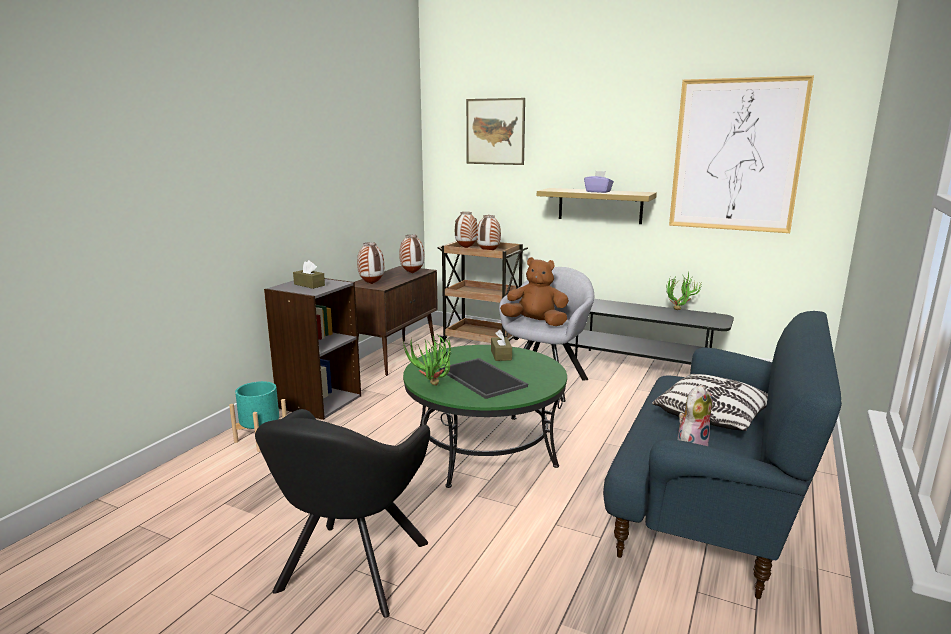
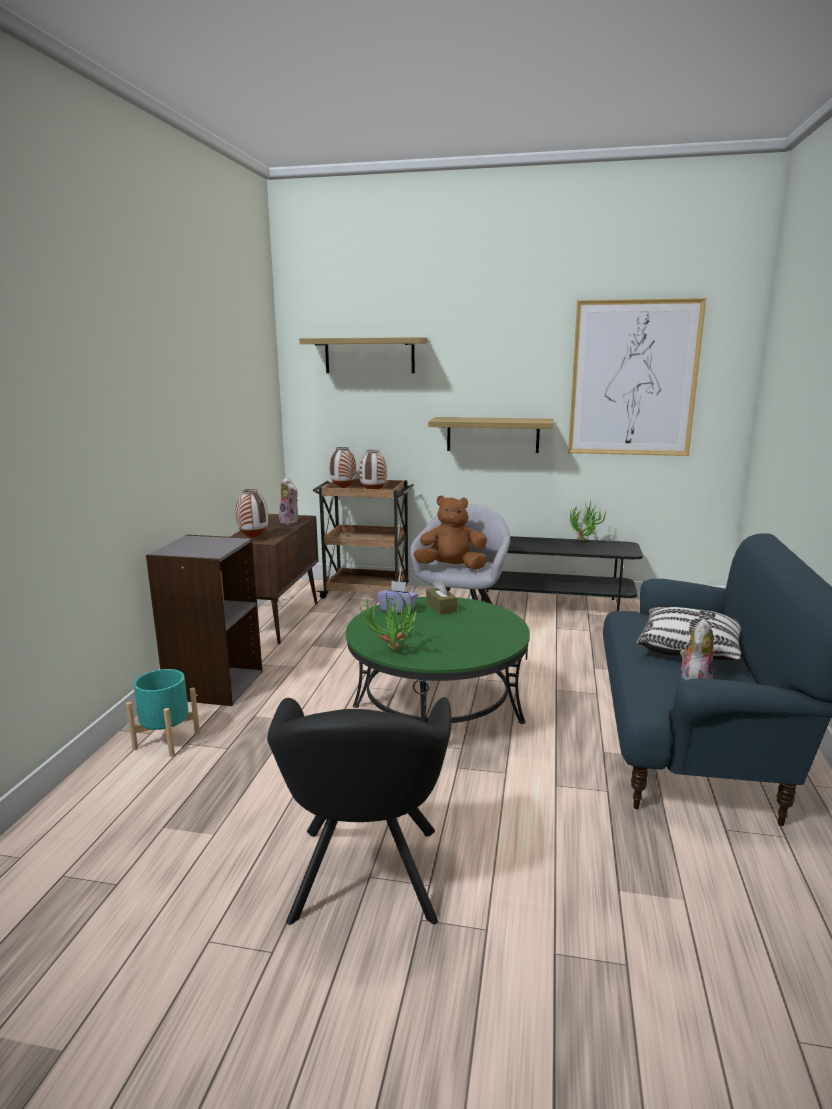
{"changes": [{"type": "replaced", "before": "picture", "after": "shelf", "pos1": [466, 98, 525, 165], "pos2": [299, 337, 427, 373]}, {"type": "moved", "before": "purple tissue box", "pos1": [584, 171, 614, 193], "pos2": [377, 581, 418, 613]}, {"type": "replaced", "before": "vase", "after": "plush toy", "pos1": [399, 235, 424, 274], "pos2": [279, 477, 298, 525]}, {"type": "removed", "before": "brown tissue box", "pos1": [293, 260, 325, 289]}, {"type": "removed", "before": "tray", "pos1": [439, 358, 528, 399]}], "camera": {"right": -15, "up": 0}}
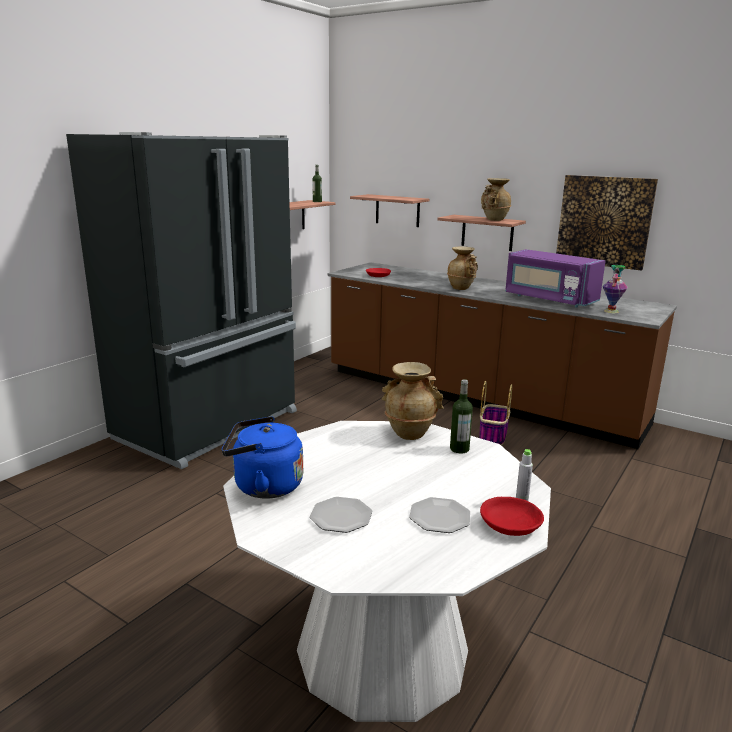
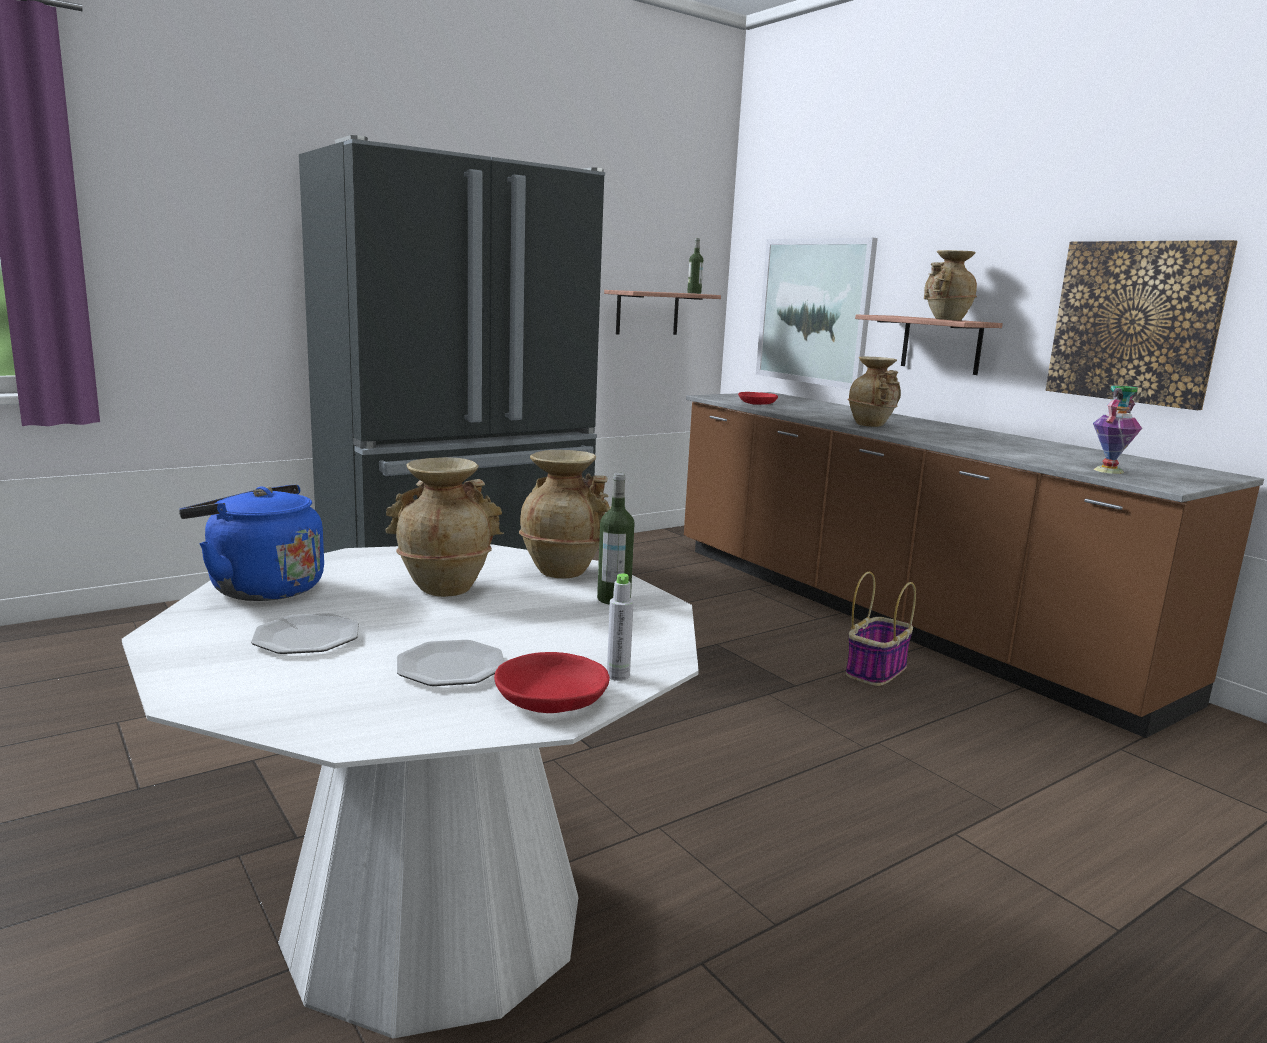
{"changes": [{"type": "replaced", "before": "shelf", "after": "picture", "pos1": [350, 194, 430, 227], "pos2": [756, 237, 878, 389]}, {"type": "removed", "before": "purple microwave", "pos1": [505, 249, 605, 307]}, {"type": "added", "after": "beige vase", "pos2": [385, 457, 504, 597]}], "camera": {"right": 20, "up": -5}}
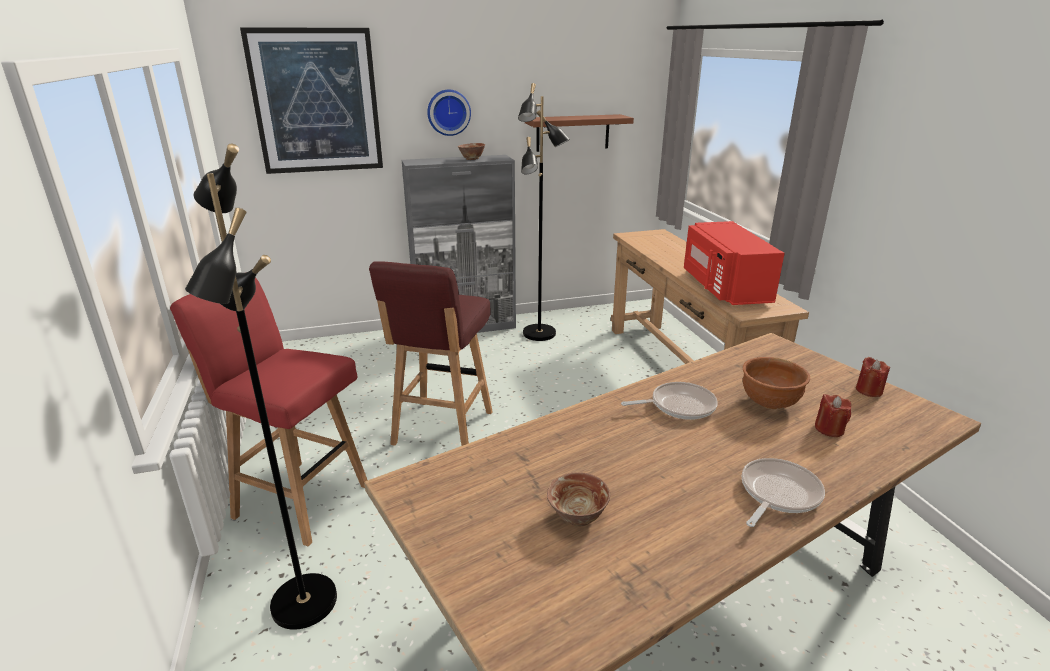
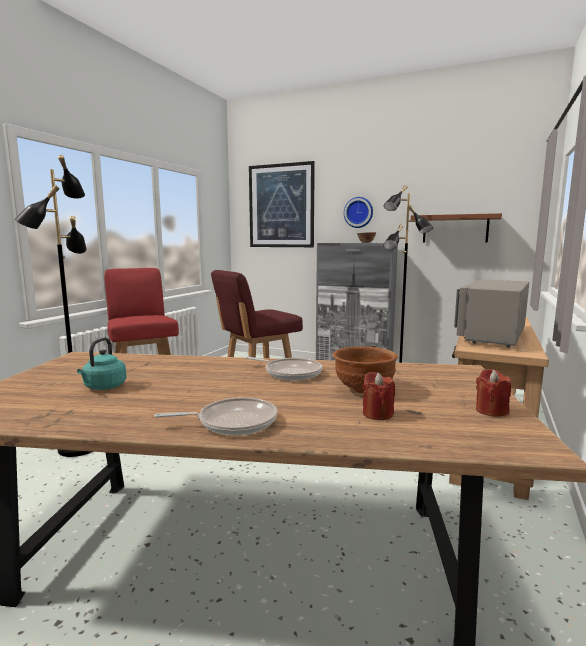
{"changes": [{"type": "recoloured", "before": "red microwave", "after": "grey microwave", "pos1": [684, 221, 785, 305], "pos2": [454, 280, 529, 347]}, {"type": "replaced", "before": "bowl", "after": "turquoise kettle", "pos1": [547, 472, 610, 526], "pos2": [77, 337, 126, 390]}], "camera": {"right": 40, "up": -15}}
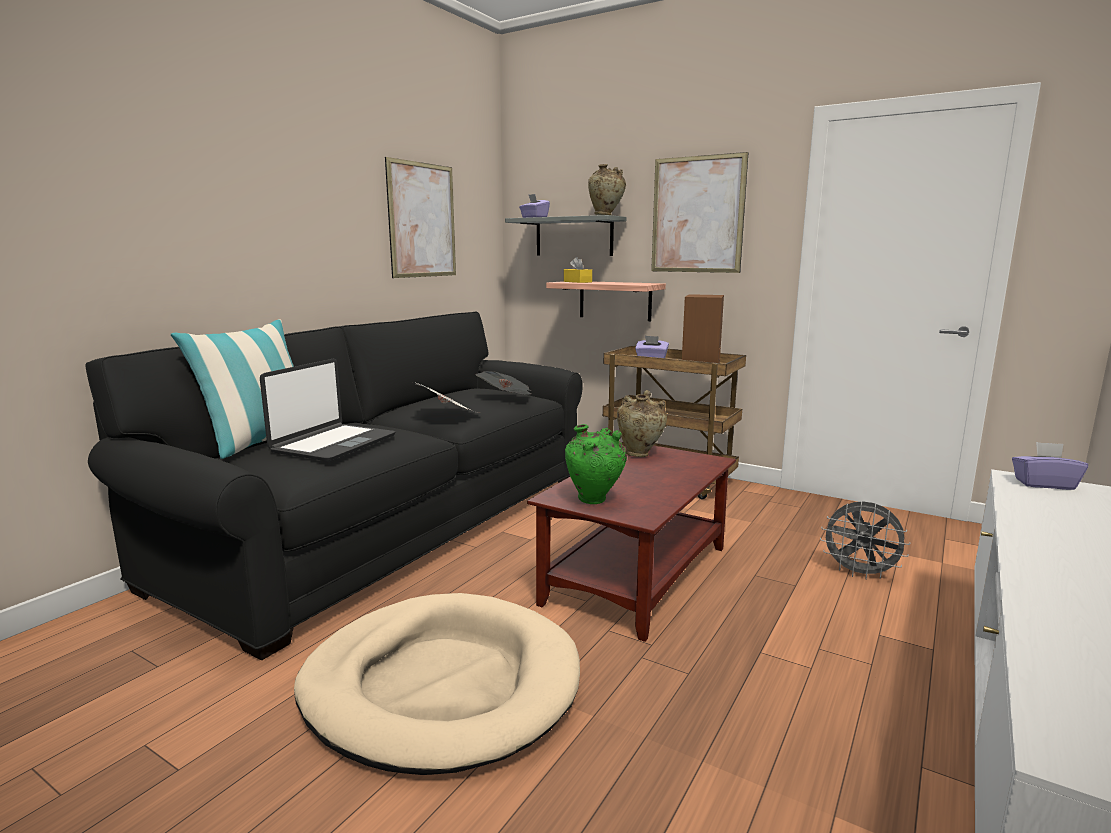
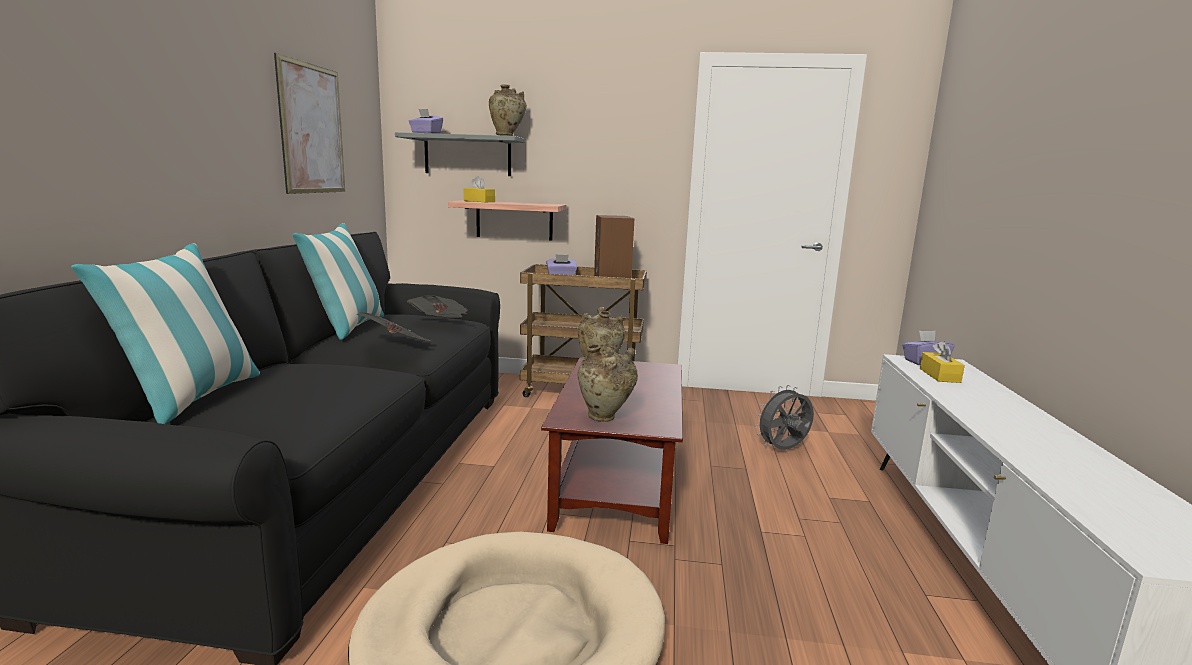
{"changes": [{"type": "removed", "before": "picture", "pos1": [651, 152, 748, 273]}, {"type": "removed", "before": "laptop", "pos1": [260, 358, 395, 462]}, {"type": "recoloured", "before": "green vase", "after": "beige vase", "pos1": [565, 424, 627, 504], "pos2": [577, 344, 638, 422]}, {"type": "turned", "before": "grey fan", "pos1": [820, 501, 910, 580], "pos2": [754, 385, 814, 450], "turn": 150}, {"type": "added", "after": "pillow", "pos2": [293, 223, 384, 340]}, {"type": "added", "after": "yellow tissue box", "pos2": [920, 341, 965, 383]}], "camera": {"right": -25, "up": 0}}
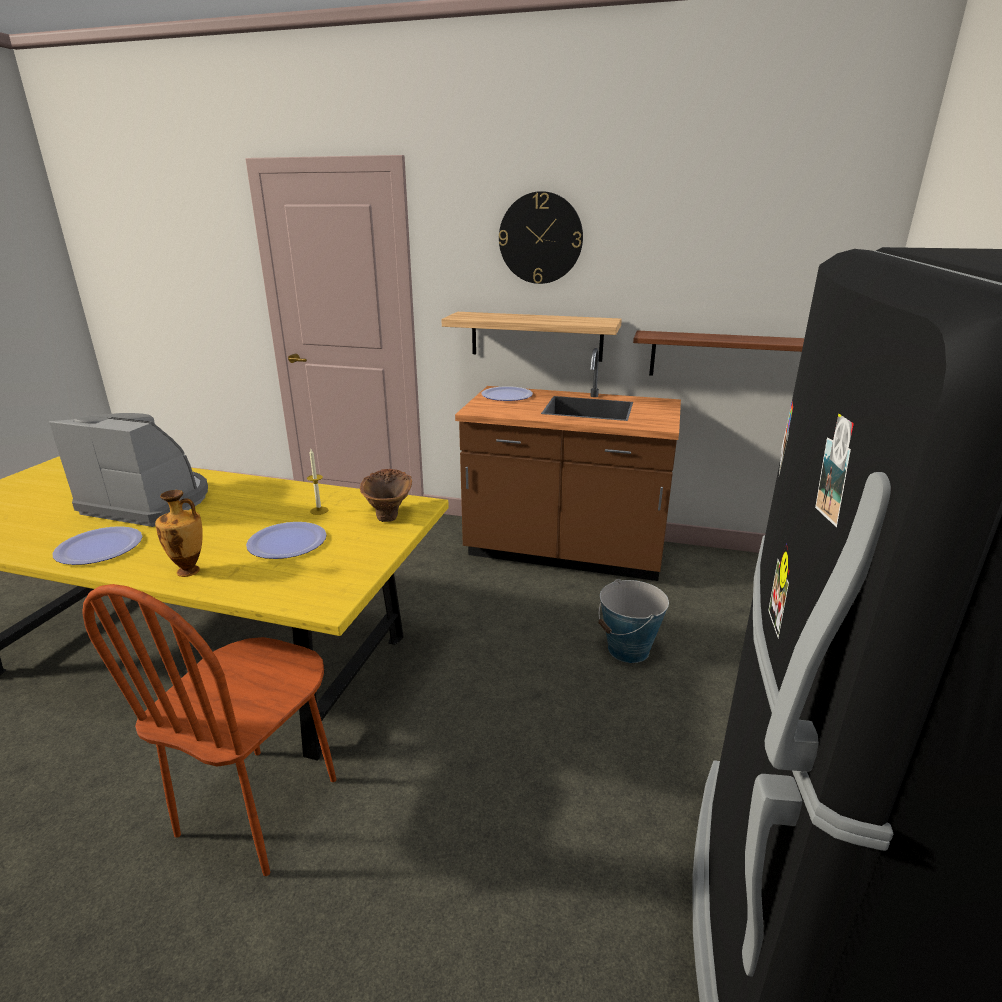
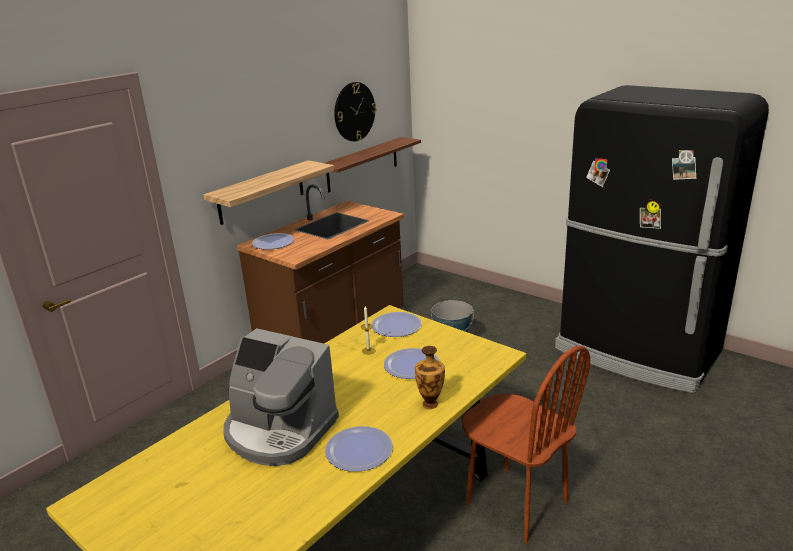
{"changes": [{"type": "moved", "before": "wall clock", "pos1": [499, 191, 583, 284], "pos2": [334, 82, 376, 141]}, {"type": "turned", "before": "coffee machine", "pos1": [49, 413, 208, 527], "pos2": [223, 328, 339, 466], "turn": -105}, {"type": "replaced", "before": "brown vase", "after": "plate", "pos1": [360, 469, 412, 522], "pos2": [371, 312, 422, 337]}], "camera": {"right": -65, "up": 0}}
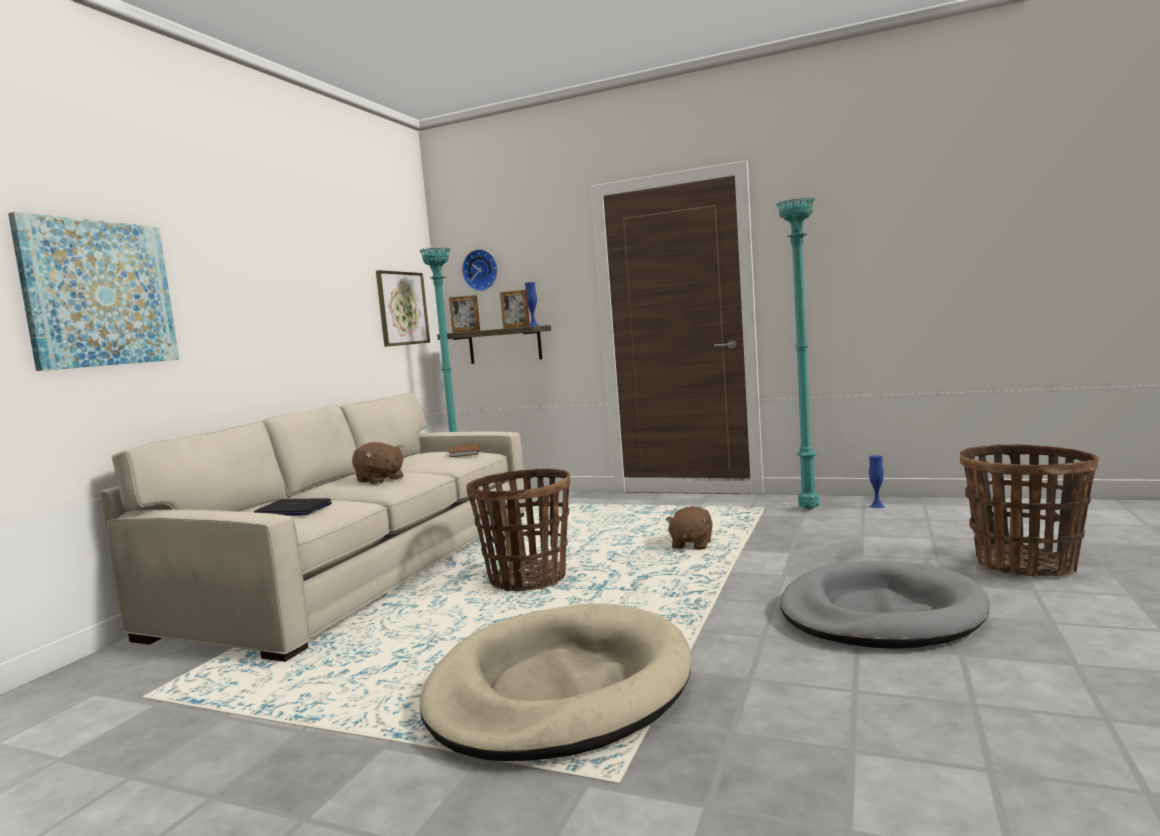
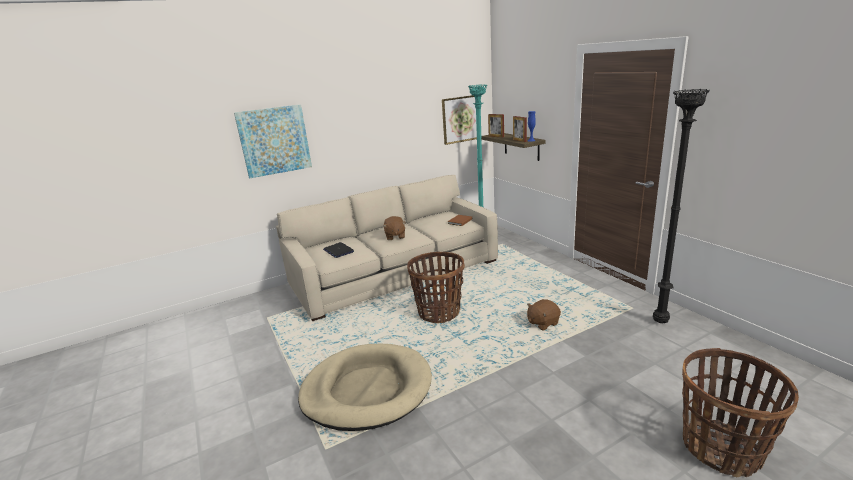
{"changes": [{"type": "recoloured", "before": "turquoise floor lamp", "after": "black floor lamp", "pos1": [776, 197, 820, 510], "pos2": [653, 89, 709, 323]}, {"type": "removed", "before": "wall clock", "pos1": [462, 249, 498, 291]}, {"type": "removed", "before": "blue vase", "pos1": [869, 455, 885, 508]}, {"type": "removed", "before": "grey dog bed", "pos1": [780, 561, 990, 649]}], "camera": {"right": 40, "up": 15}}
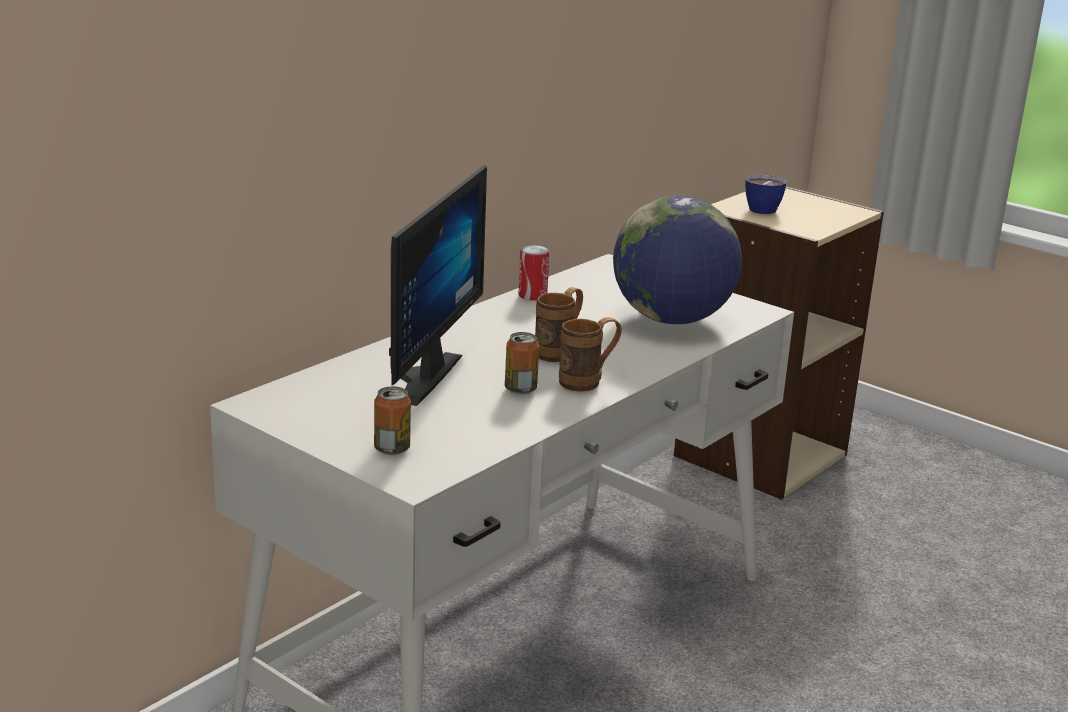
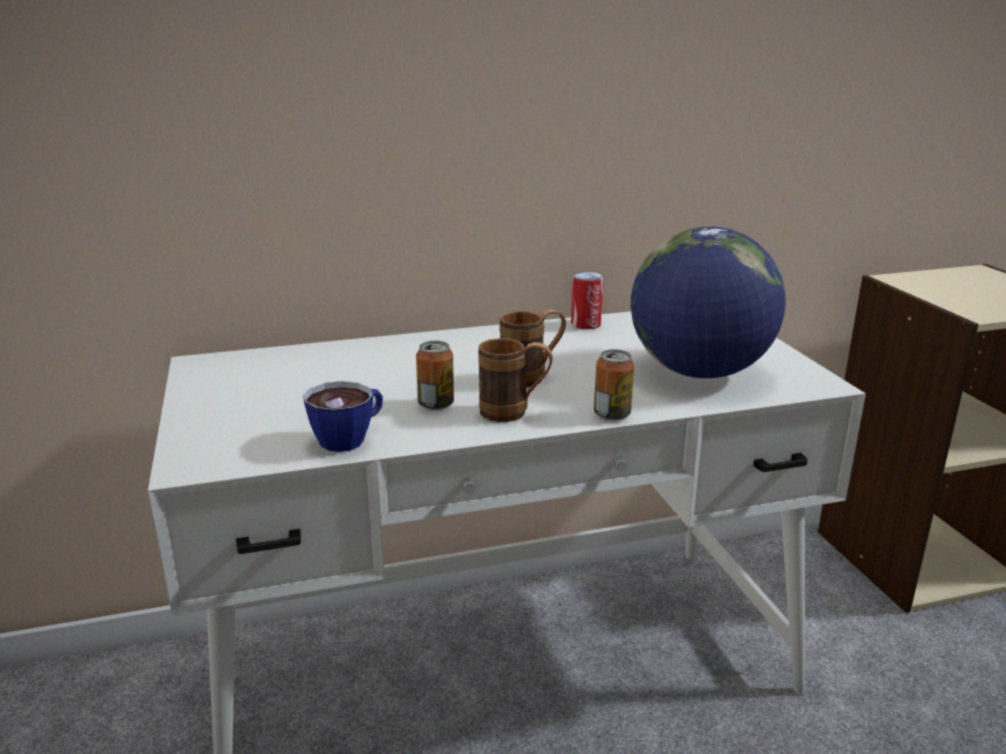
{"changes": [{"type": "removed", "before": "monitor", "pos1": [389, 165, 487, 406]}, {"type": "moved", "before": "cup", "pos1": [745, 174, 786, 214], "pos2": [303, 381, 383, 452]}, {"type": "moved", "before": "can", "pos1": [374, 386, 411, 455], "pos2": [594, 349, 634, 421]}], "camera": {"right": 35, "up": 0}}
